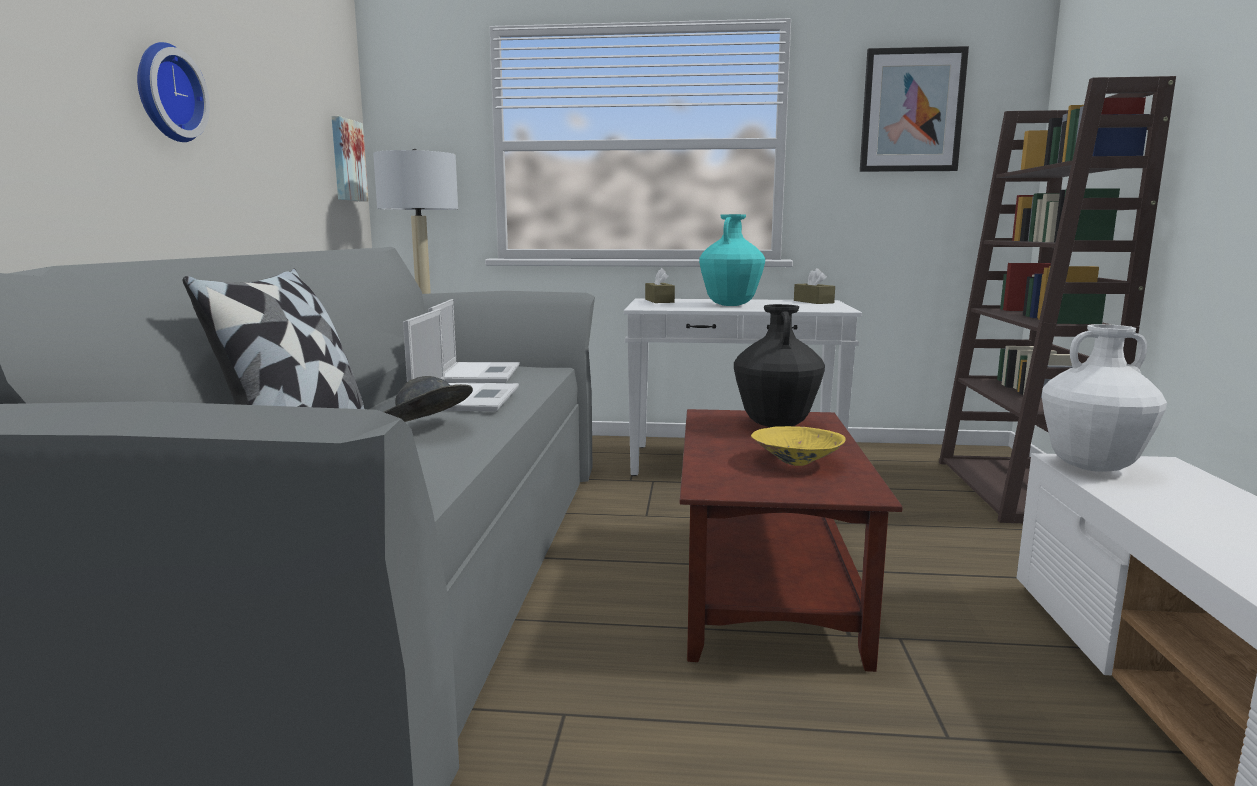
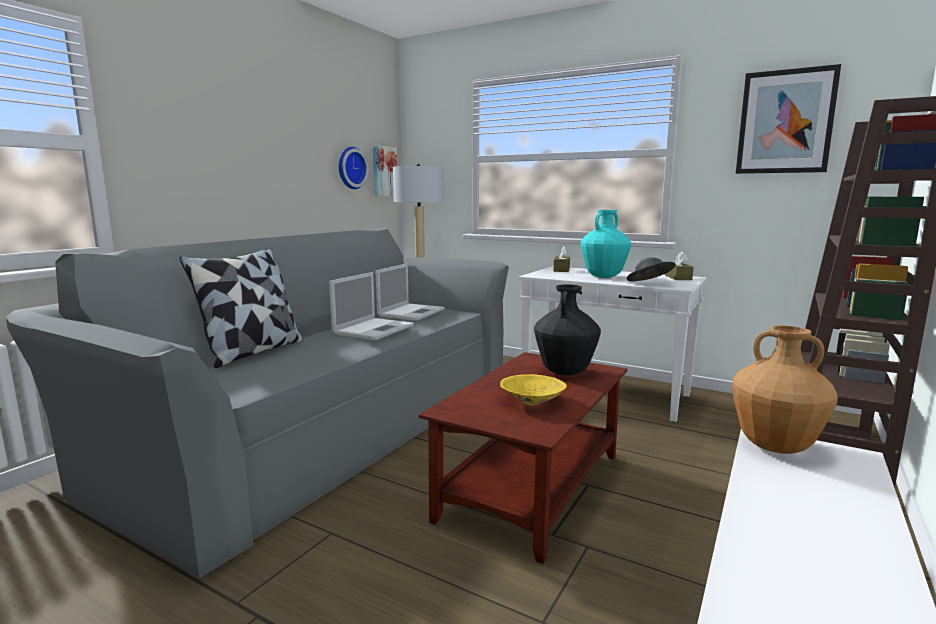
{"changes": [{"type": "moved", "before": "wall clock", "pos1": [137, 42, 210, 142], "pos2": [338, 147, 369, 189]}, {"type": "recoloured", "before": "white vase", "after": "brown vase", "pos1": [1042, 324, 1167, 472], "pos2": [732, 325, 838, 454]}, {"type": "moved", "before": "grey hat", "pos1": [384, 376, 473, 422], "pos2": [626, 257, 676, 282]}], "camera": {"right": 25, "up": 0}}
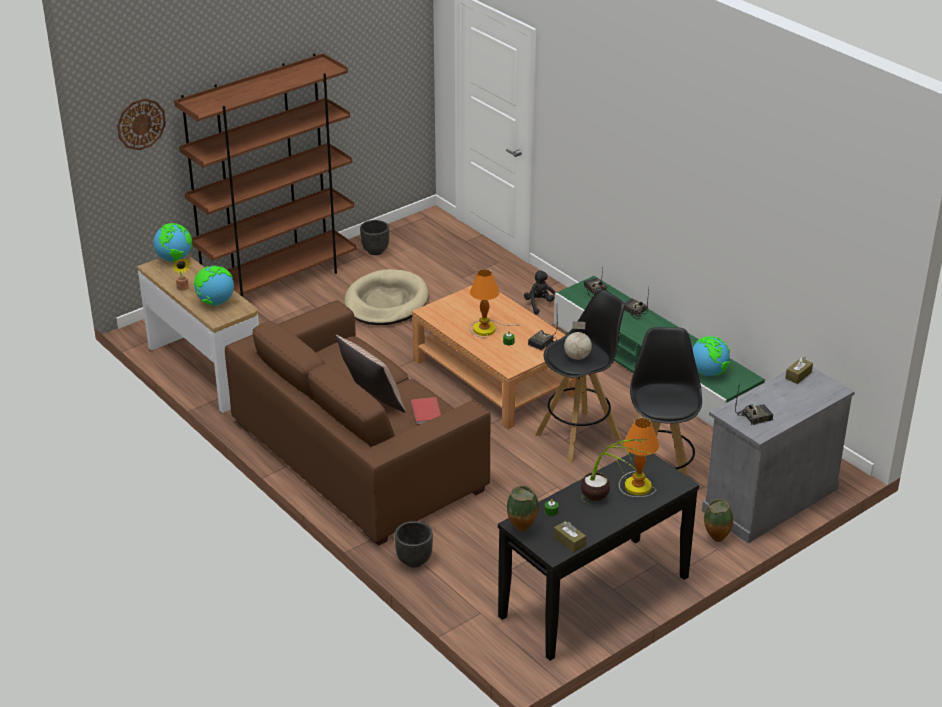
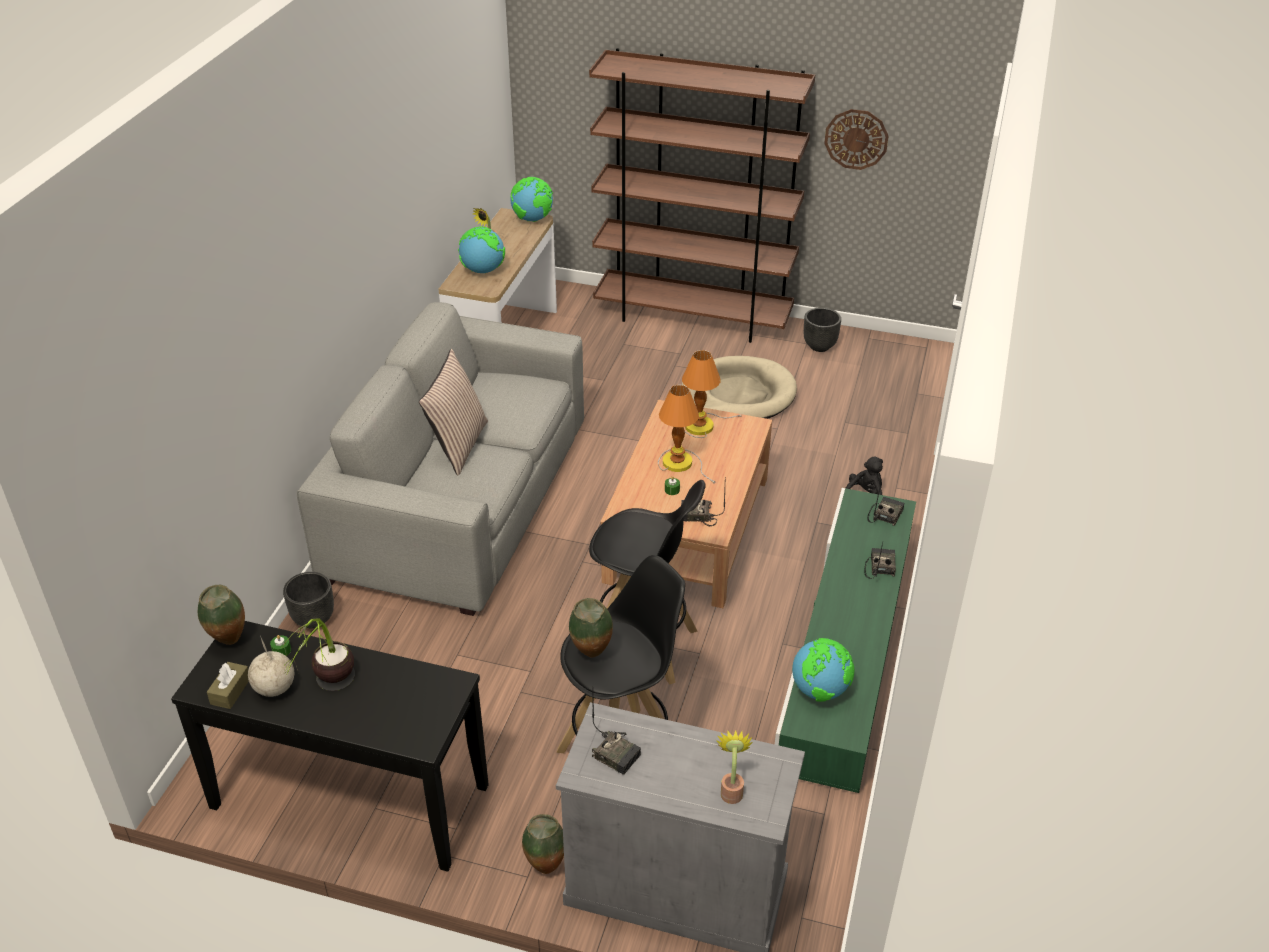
{"changes": [{"type": "moved", "before": "wall clock", "pos1": [117, 98, 166, 150], "pos2": [824, 109, 889, 170]}, {"type": "recoloured", "before": "brown sofa", "after": "grey sofa", "pos1": [225, 300, 491, 546], "pos2": [297, 302, 584, 616]}, {"type": "moved", "before": "globe", "pos1": [564, 321, 592, 360], "pos2": [248, 636, 294, 697]}, {"type": "removed", "before": "brown tissue box", "pos1": [785, 356, 813, 384]}, {"type": "removed", "before": "red book", "pos1": [411, 397, 441, 425]}, {"type": "moved", "before": "table lamp", "pos1": [619, 418, 659, 497], "pos2": [682, 350, 741, 438]}, {"type": "added", "after": "vase", "pos2": [569, 598, 613, 658]}, {"type": "added", "after": "potted plant", "pos2": [716, 730, 753, 804]}], "camera": {"right": 55, "up": 5}}
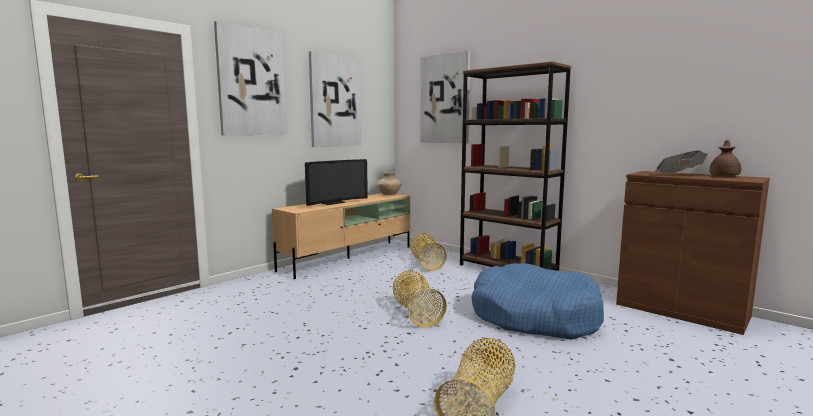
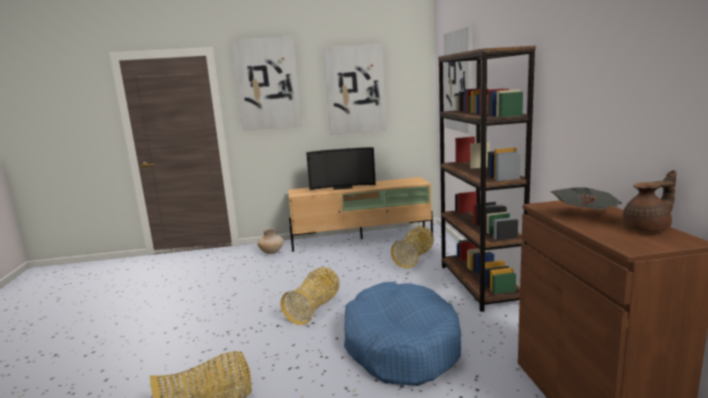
{"changes": [{"type": "moved", "before": "beige vase", "pos1": [377, 172, 402, 195], "pos2": [257, 228, 284, 254]}], "camera": {"right": 40, "up": 5}}
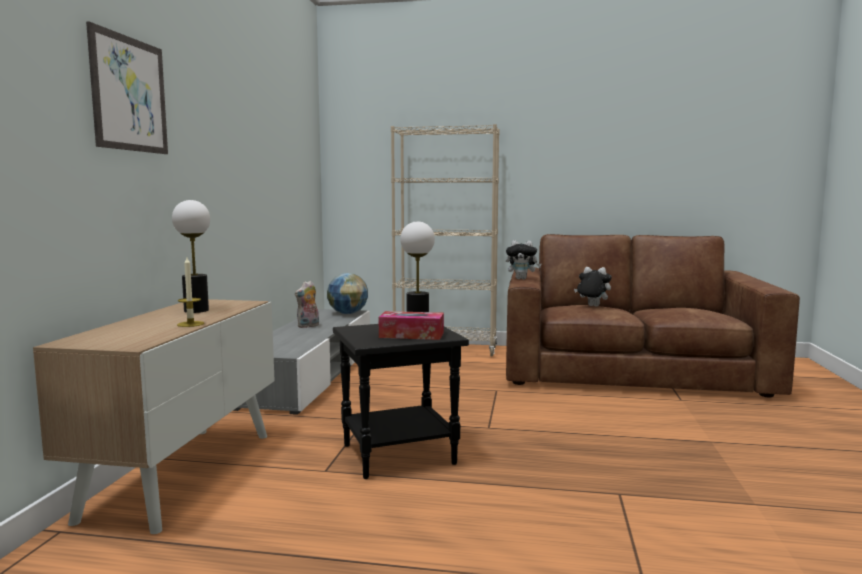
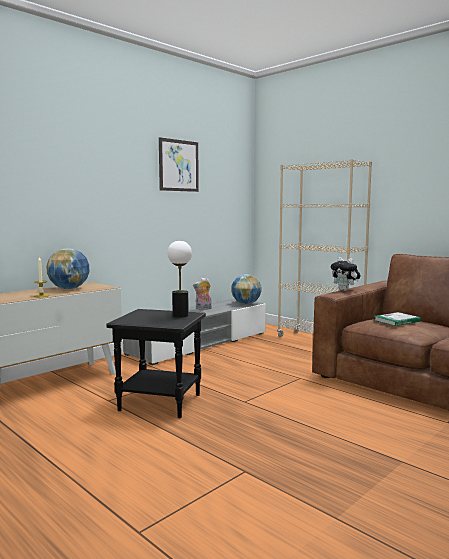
{"changes": [{"type": "moved", "before": "picture", "pos1": [86, 21, 168, 154], "pos2": [159, 137, 199, 192]}, {"type": "replaced", "before": "table lamp", "after": "globe", "pos1": [172, 200, 210, 313], "pos2": [46, 248, 89, 289]}, {"type": "replaced", "before": "plush toy", "after": "book", "pos1": [574, 267, 612, 307], "pos2": [374, 312, 421, 326]}, {"type": "removed", "before": "tissue box", "pos1": [379, 311, 444, 340]}], "camera": {"right": 35, "up": 0}}
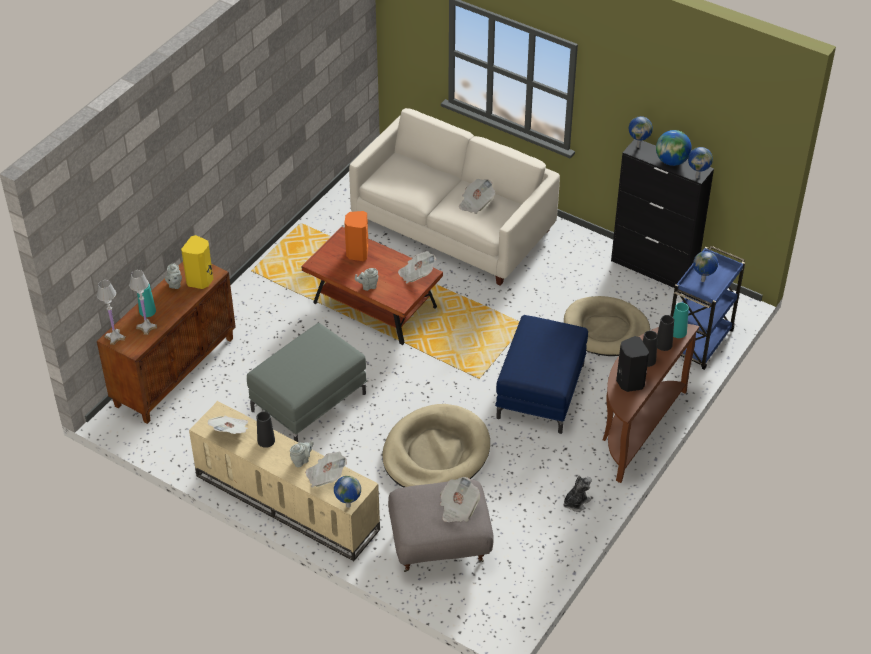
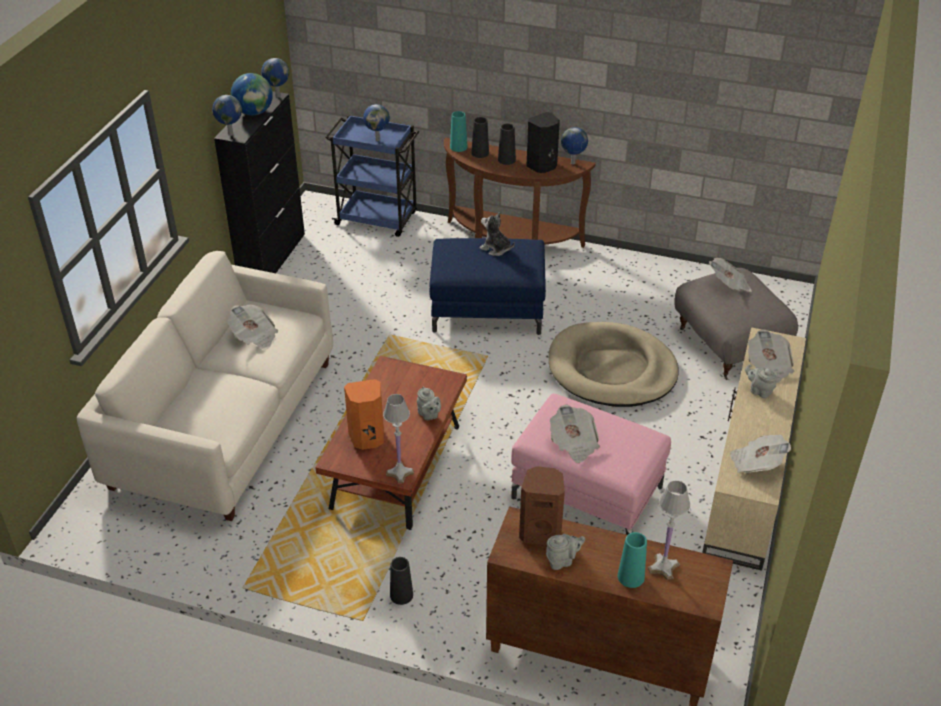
{"changes": [{"type": "recoloured", "before": "yellow speaker", "after": "brown speaker", "pos1": [181, 235, 213, 289], "pos2": [519, 466, 565, 545]}, {"type": "moved", "before": "newspaper", "pos1": [398, 251, 436, 283], "pos2": [550, 404, 600, 463]}, {"type": "moved", "before": "white table lamp", "pos1": [97, 280, 125, 345], "pos2": [383, 394, 414, 483]}, {"type": "removed", "before": "beige dog bed", "pos1": [564, 296, 650, 356]}, {"type": "recoloured", "before": "grey ottoman", "after": "pink ottoman", "pos1": [247, 323, 367, 442], "pos2": [511, 393, 671, 535]}, {"type": "moved", "before": "black vase", "pos1": [257, 411, 275, 448], "pos2": [390, 557, 413, 605]}, {"type": "moved", "before": "globe", "pos1": [334, 476, 361, 508], "pos2": [561, 127, 588, 165]}, {"type": "moved", "before": "plush toy", "pos1": [563, 476, 592, 512], "pos2": [480, 212, 515, 256]}], "camera": {"right": -105, "up": -5}}
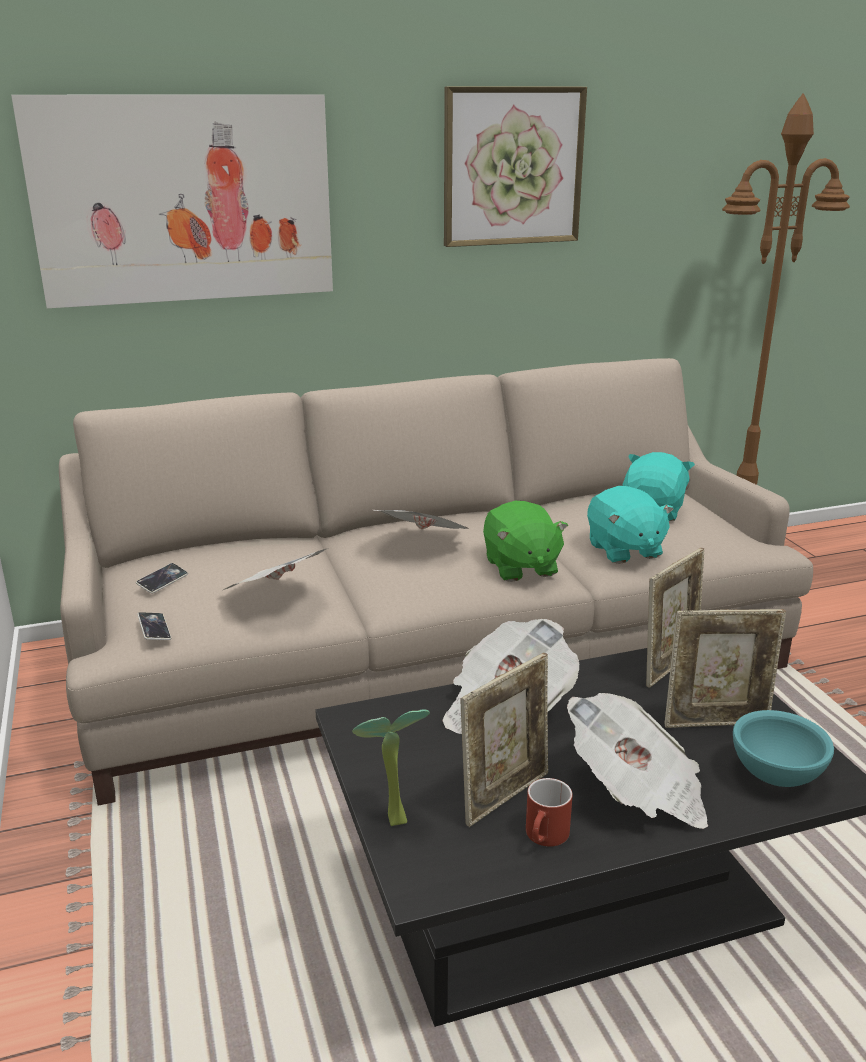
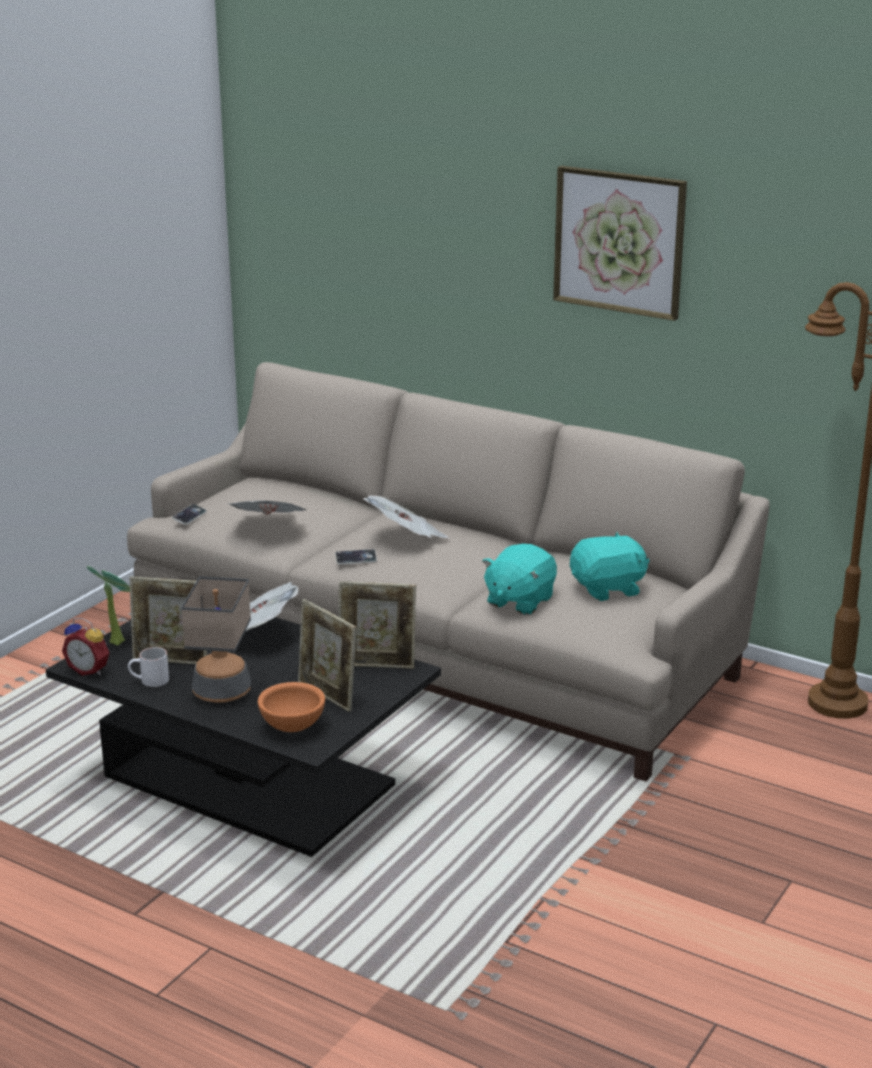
{"changes": [{"type": "removed", "before": "picture", "pos1": [11, 94, 333, 308]}, {"type": "removed", "before": "green plush toy", "pos1": [483, 501, 568, 582]}, {"type": "moved", "before": "phone", "pos1": [136, 563, 188, 593], "pos2": [335, 549, 377, 564]}, {"type": "replaced", "before": "newspaper", "after": "table lamp", "pos1": [567, 693, 708, 829], "pos2": [181, 576, 251, 703]}, {"type": "recoloured", "before": "turquoise bowl", "after": "orange bowl", "pos1": [733, 710, 834, 787], "pos2": [258, 682, 325, 732]}, {"type": "recoloured", "before": "red mug", "after": "white mug", "pos1": [526, 778, 573, 847], "pos2": [128, 647, 169, 687]}, {"type": "added", "after": "alarm clock", "pos2": [62, 618, 109, 676]}], "camera": {"right": 50, "up": 0}}
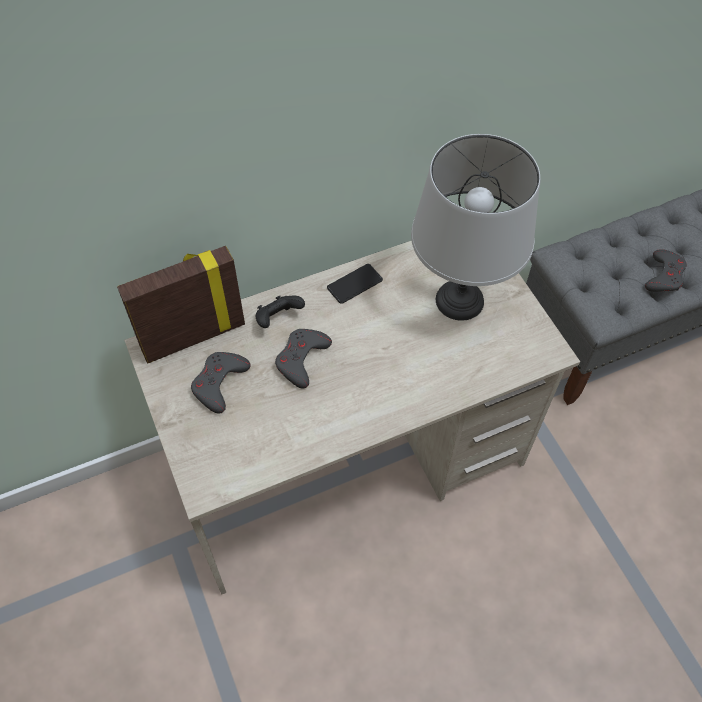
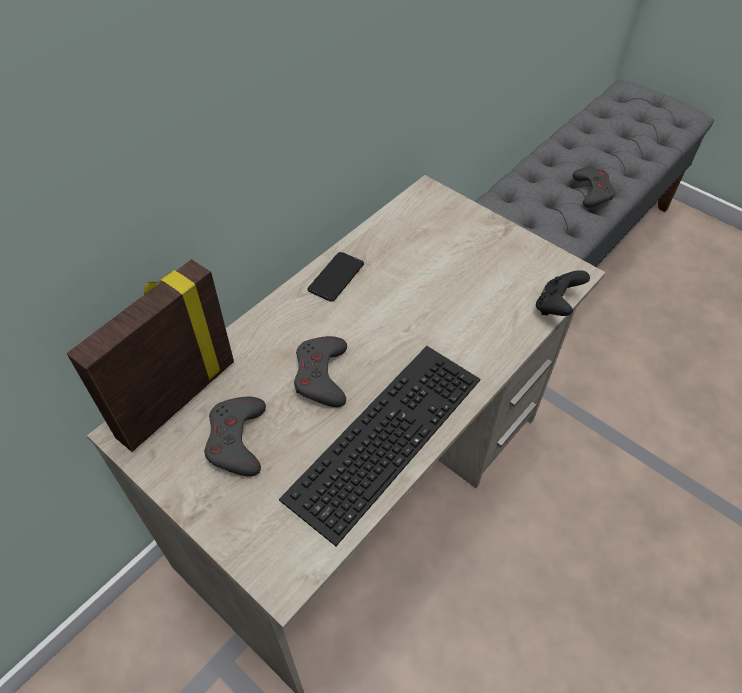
{"changes": [{"type": "removed", "before": "grey table lamp", "pos1": [411, 134, 540, 321]}, {"type": "moved", "before": "black game controller", "pos1": [256, 296, 305, 328], "pos2": [536, 270, 590, 316]}, {"type": "added", "after": "keyboard", "pos2": [279, 346, 480, 546]}], "camera": {"right": -25, "up": -5}}
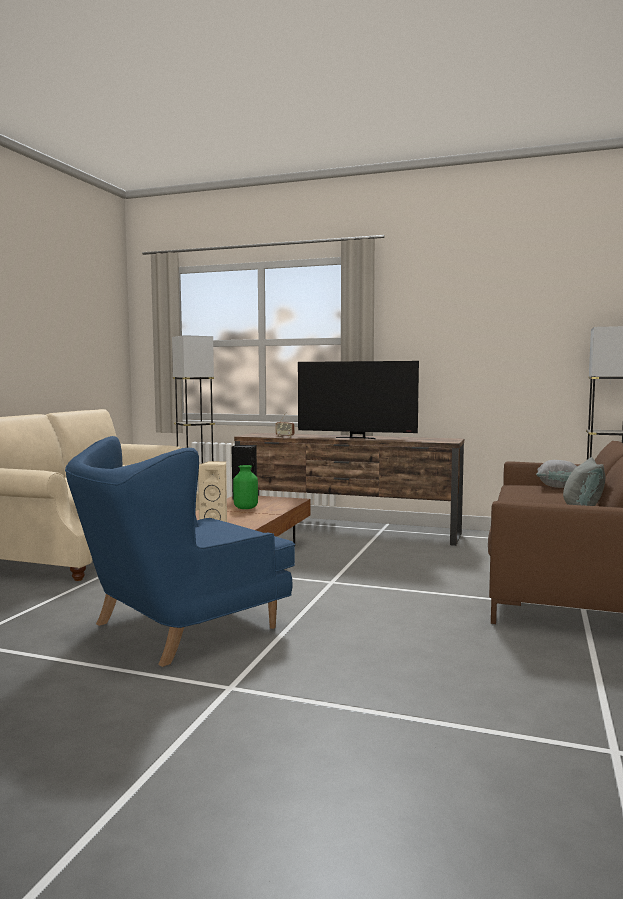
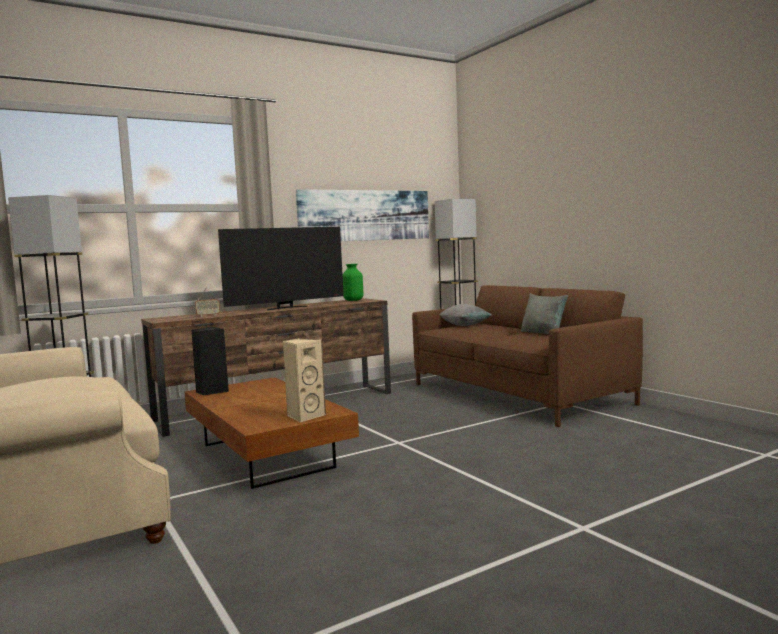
{"changes": [{"type": "removed", "before": "blue armchair", "pos1": [65, 436, 295, 667]}, {"type": "moved", "before": "green vase", "pos1": [233, 465, 258, 509], "pos2": [343, 264, 363, 301]}, {"type": "added", "after": "picture", "pos2": [296, 189, 429, 241]}], "camera": {"right": -50, "up": 0}}
